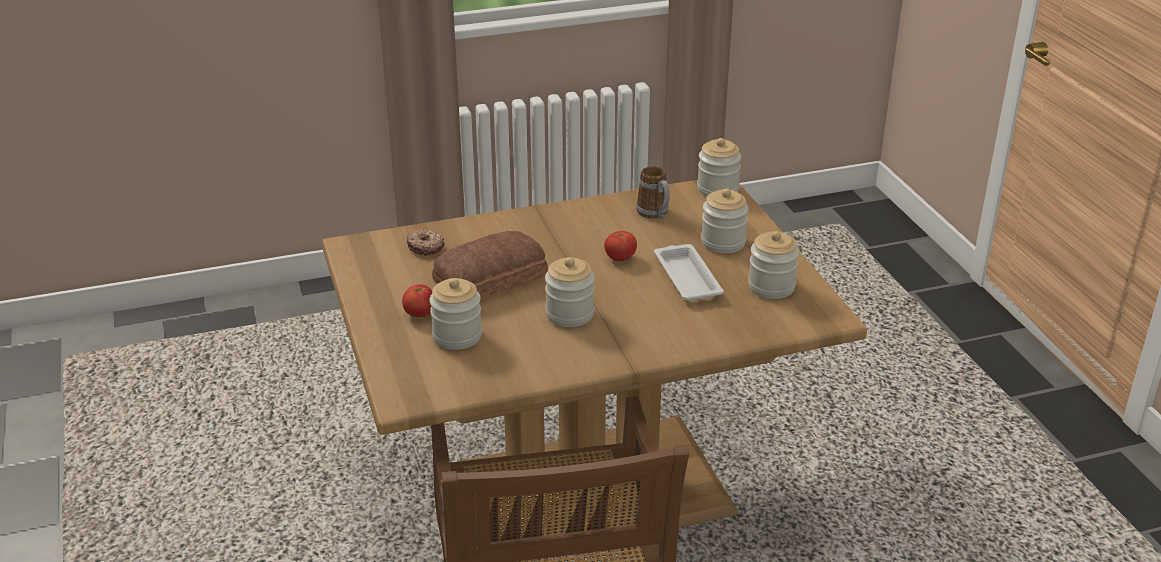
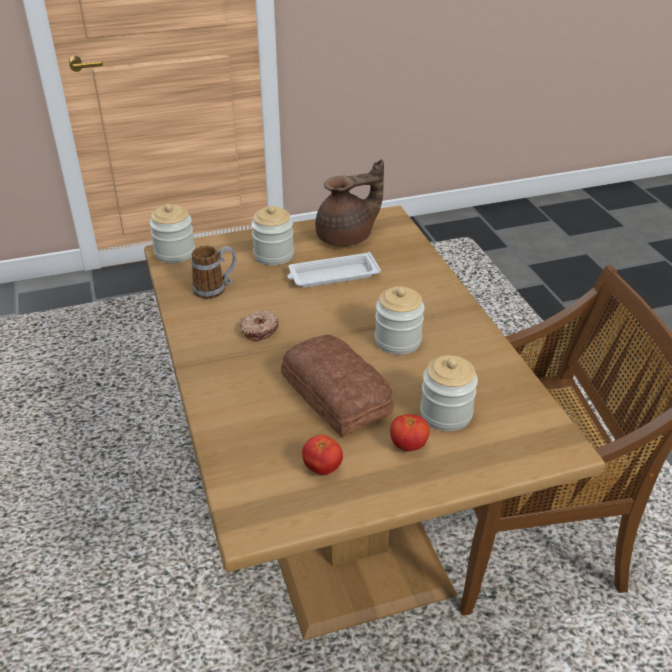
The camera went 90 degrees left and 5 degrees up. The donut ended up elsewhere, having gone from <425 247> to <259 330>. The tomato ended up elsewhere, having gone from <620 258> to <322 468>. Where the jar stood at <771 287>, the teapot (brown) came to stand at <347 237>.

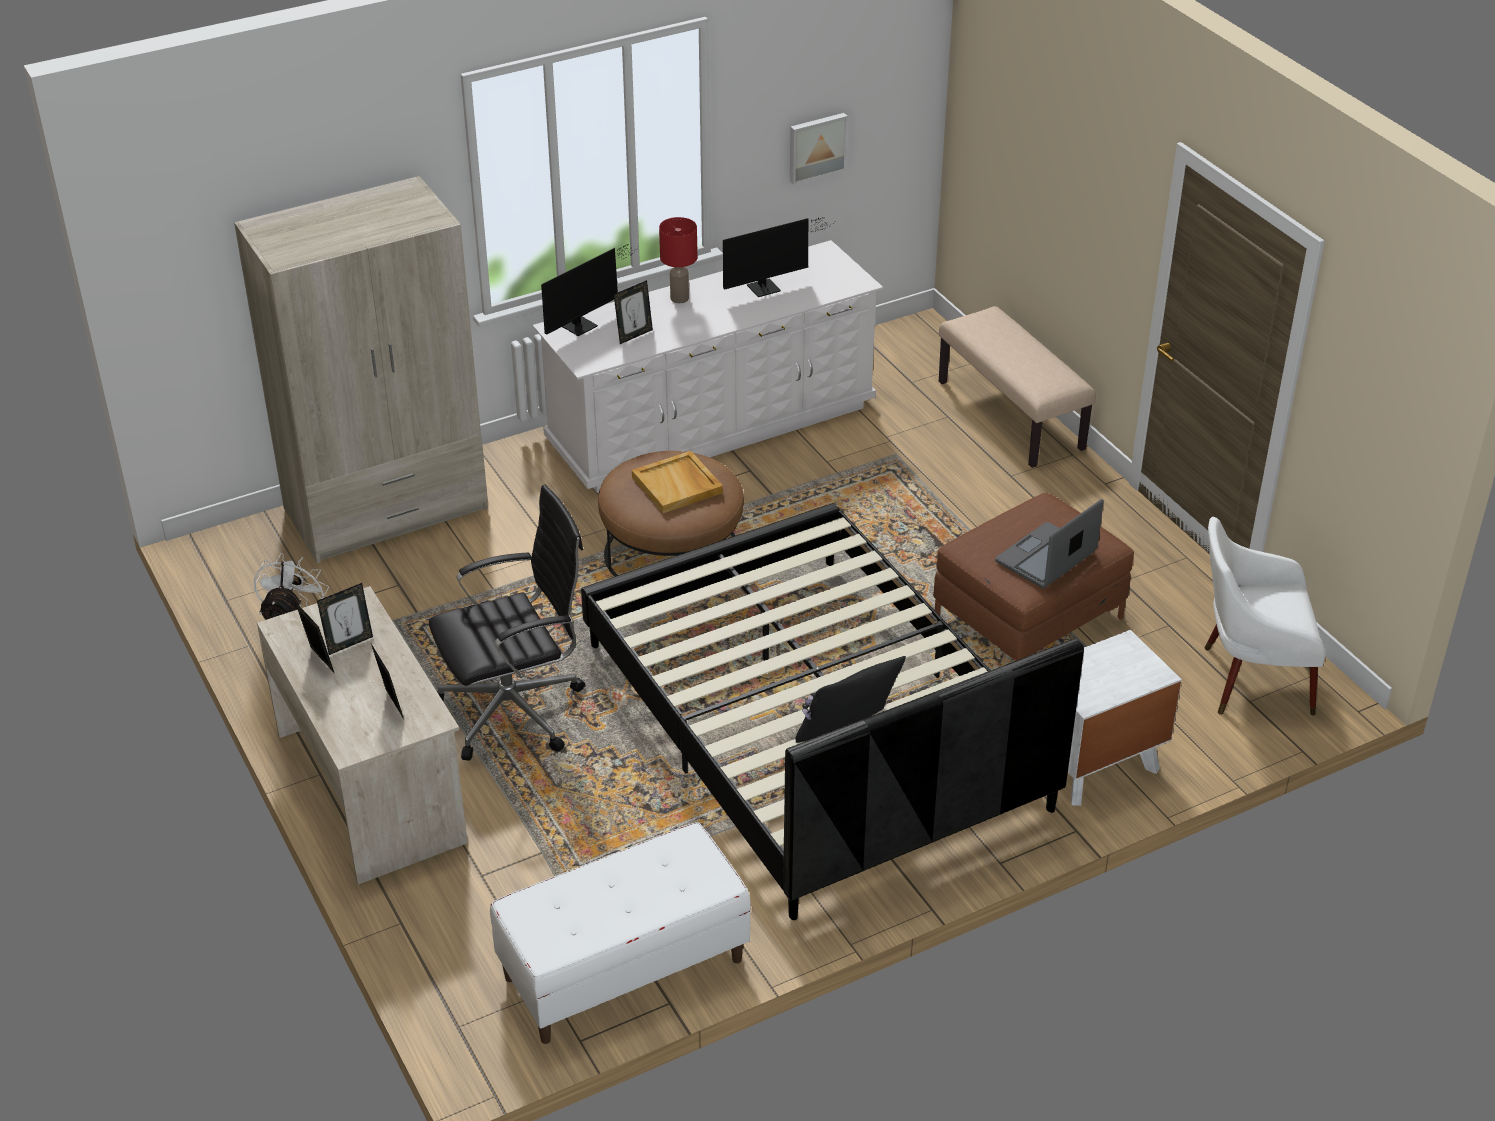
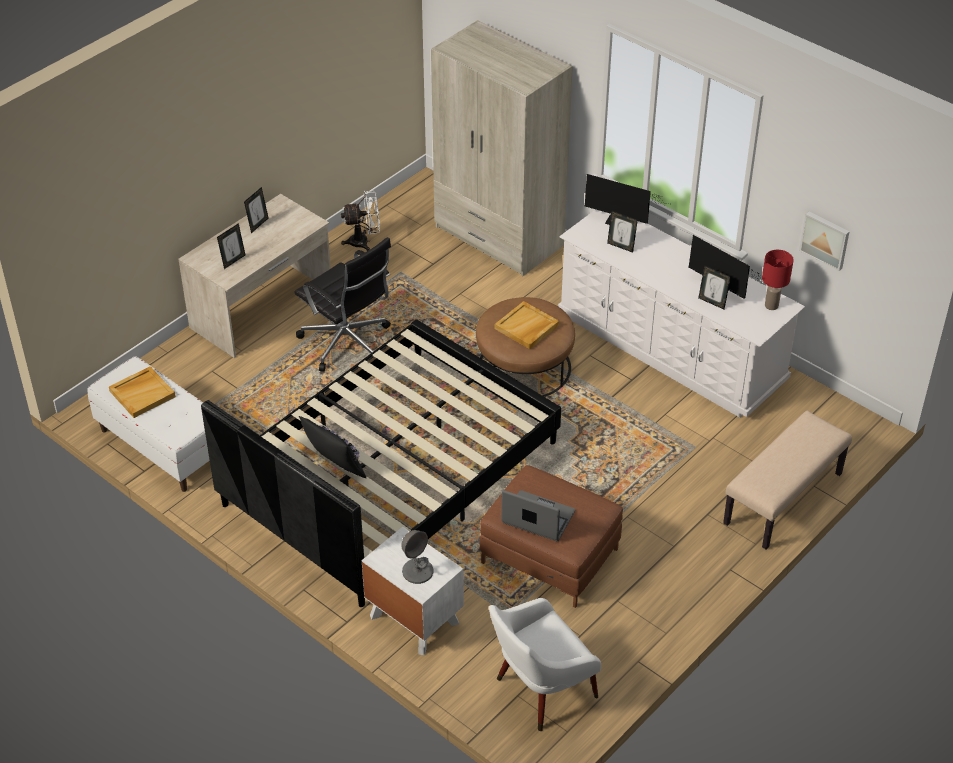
The camera went 70 degrees right and 5 degrees up. The second view gained the tray (beige) at <142 393>. The second view gained the table lamp (grey) at <417 571>. The picture frame ended up elsewhere, having gone from <349 643> to <712 302>. The table lamp (red) ended up elsewhere, having gone from <680 298> to <771 306>. The armchair (white) at <1248 680> ended up facing another way, 105 degrees counterclockwise from before.

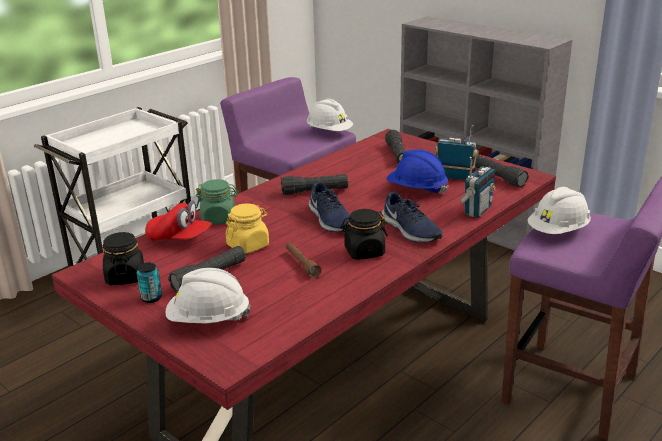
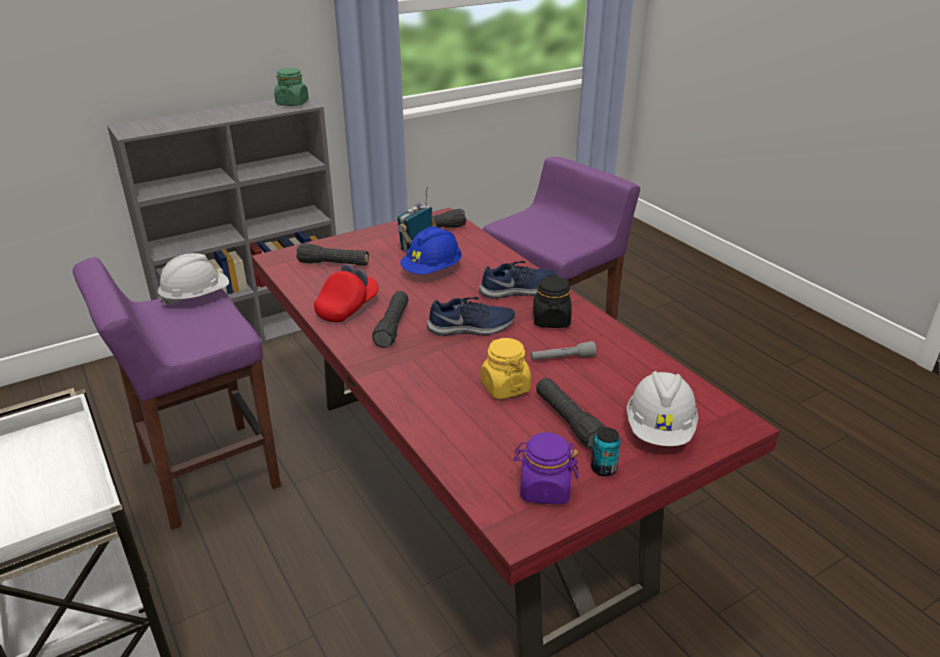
The camera went 75 degrees left and 5 degrees up. The second view lost the radio at <477 211>. The second view lost the hard hat (white) at <558 231>. The cap (red) ended up elsewhere, having gone from <179 238> to <347 308>. The jar (green) ended up elsewhere, having gone from <219 219> to <292 103>. What was the jar (black) at <125 276> turned into the jar (purple) at <544 489>. What was the flashlight (brown) at <301 264> turned into the flashlight (grey) at <562 358>.

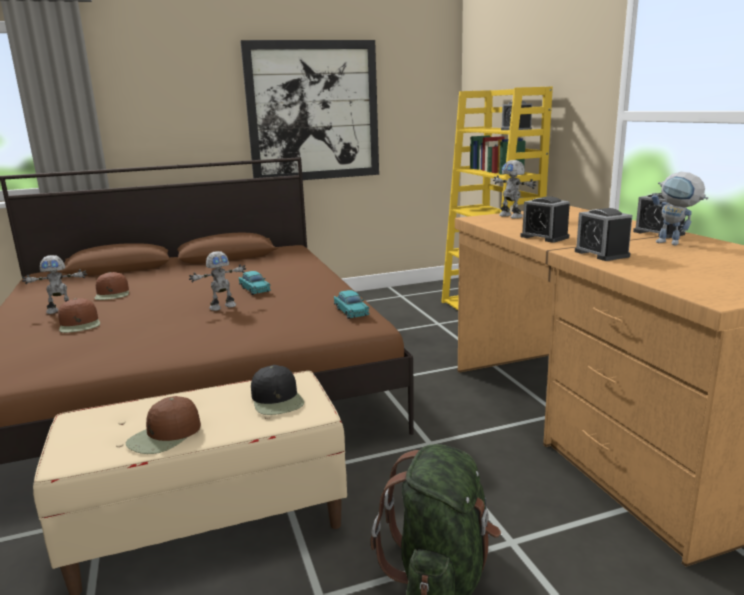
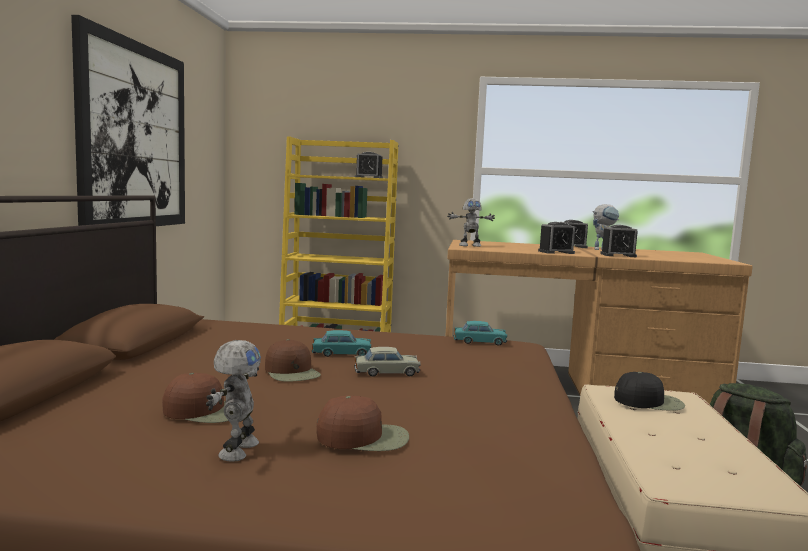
The camera went 65 degrees left and 10 degrees down. The cap (brown) ended up elsewhere, having gone from <165 435> to <292 372>. Where the toy robot stood at <222 307>, the toy car (beige) came to stand at <386 372>.

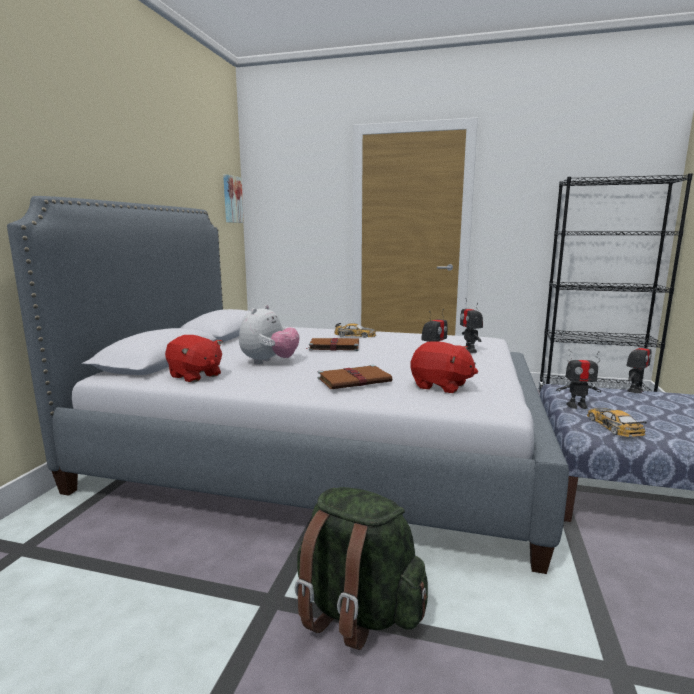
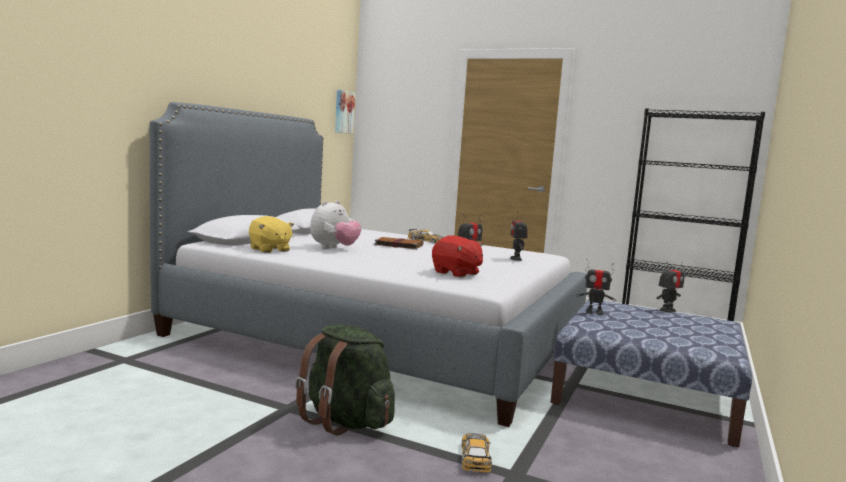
The camera went 10 degrees right and 5 degrees down. The second view lost the book (brown) at <355 380>. The toy car ended up elsewhere, having gone from <613 426> to <475 457>. What was the plush toy (red) at <195 376> turned into the plush toy (yellow) at <269 249>.

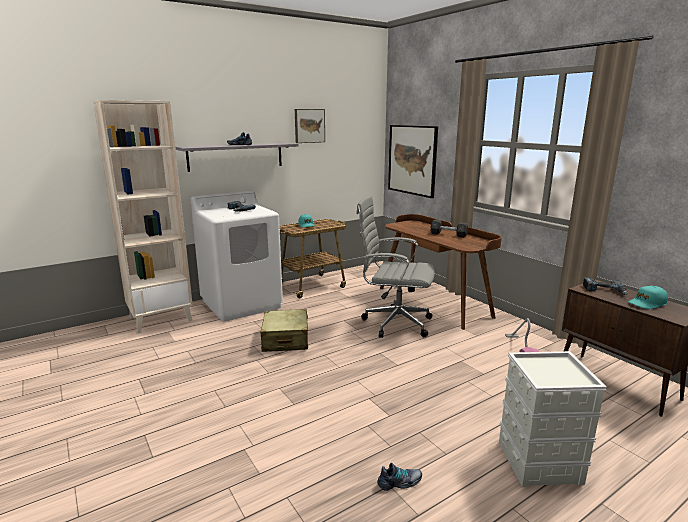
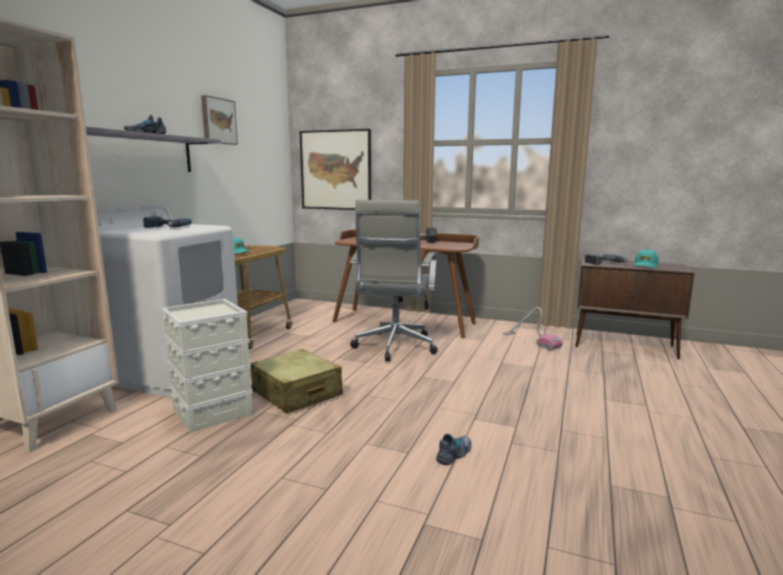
The camera went 35 degrees left and 5 degrees down. The shoe ended up elsewhere, having gone from <400 482> to <454 454>. The storage box (grey) ended up elsewhere, having gone from <539 461> to <213 411>. The office chair (grey) at <394 323> ended up facing another way, 60 degrees counterclockwise from before.

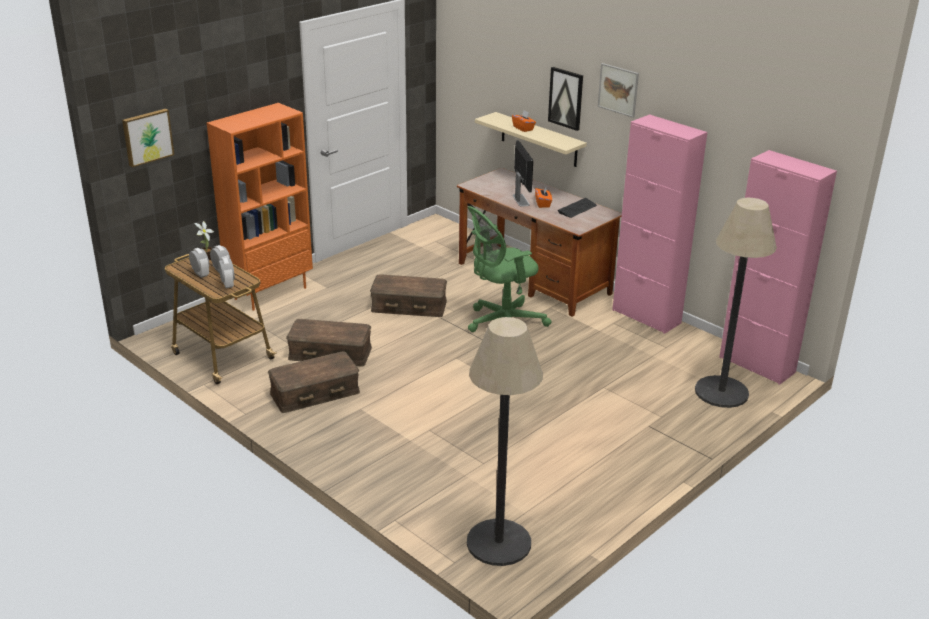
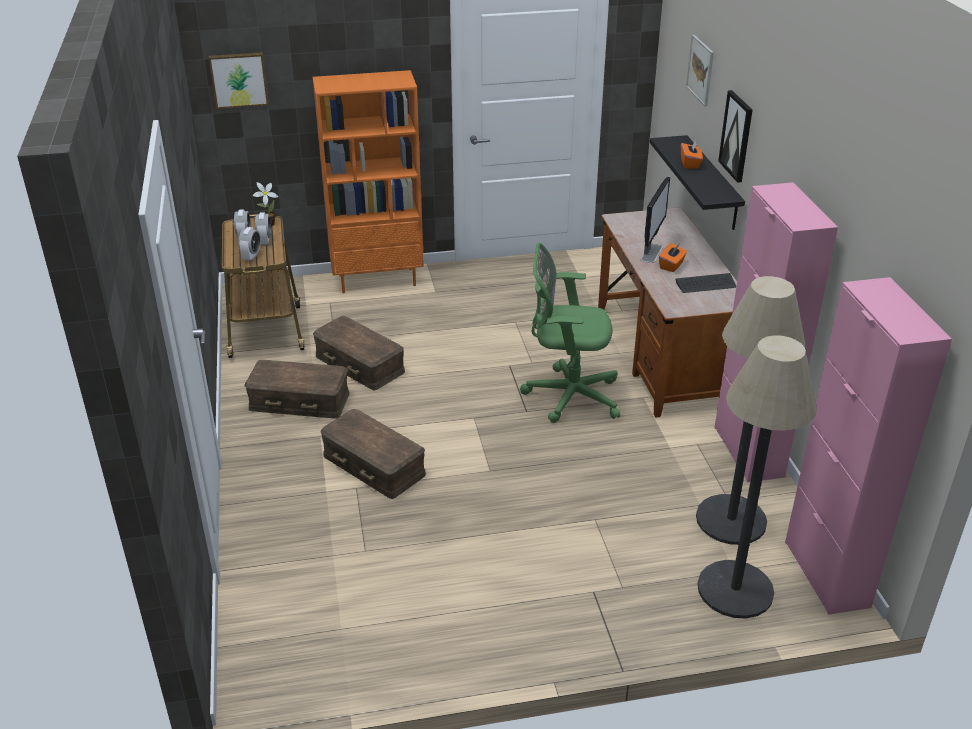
The camera went 35 degrees right and 5 degrees up. The storage box (brown) ended up elsewhere, having gone from <408 306> to <373 465>. The floor lamp ended up elsewhere, having gone from <498 543> to <730 520>. The picture ended up elsewhere, having gone from <618 90> to <700 70>. What was the shelf (beige) at <539 140> turned into the shelf (black) at <712 183>.

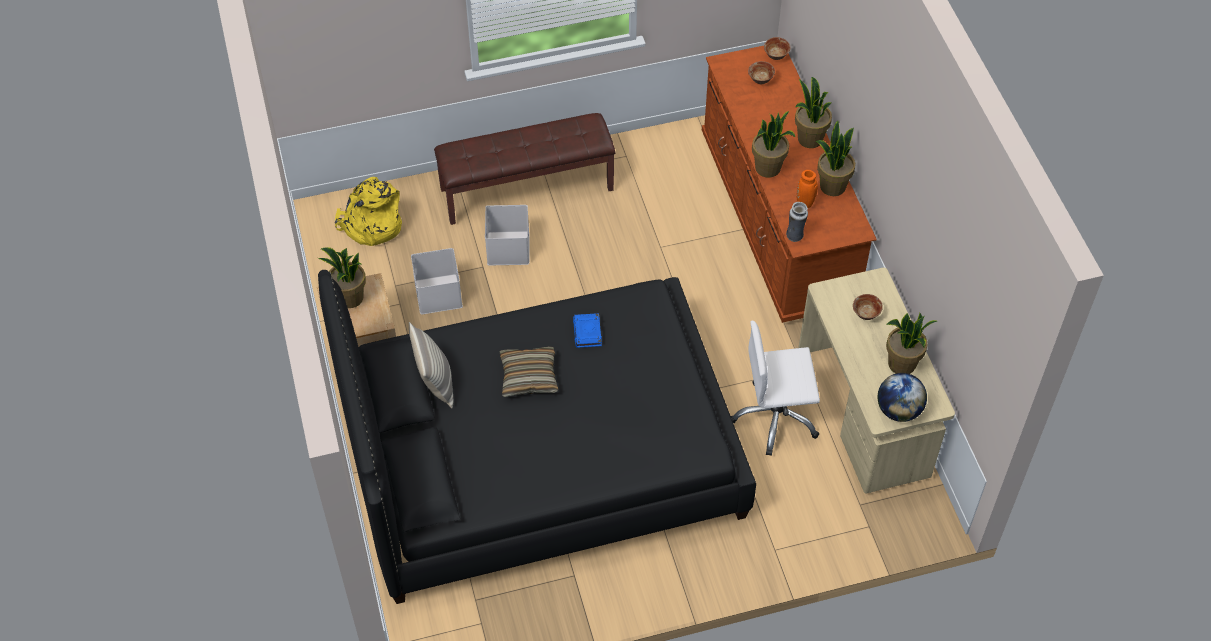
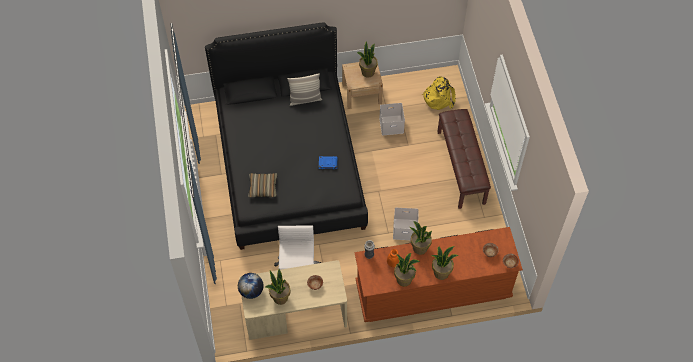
The camera went 95 degrees right and 5 degrees up. The storage box (white) ended up elsewhere, having gone from <507 247> to <405 229>. The pillow ended up elsewhere, having gone from <529 376> to <263 187>.

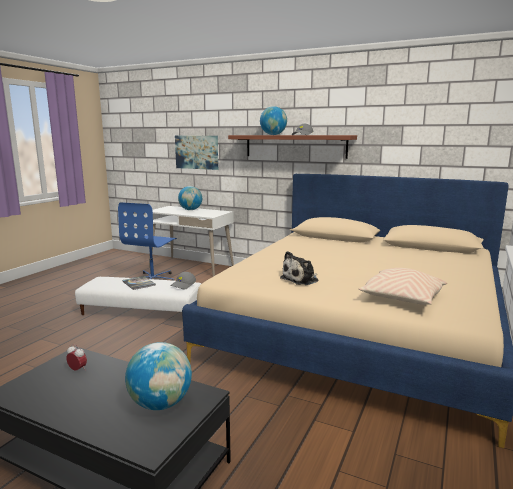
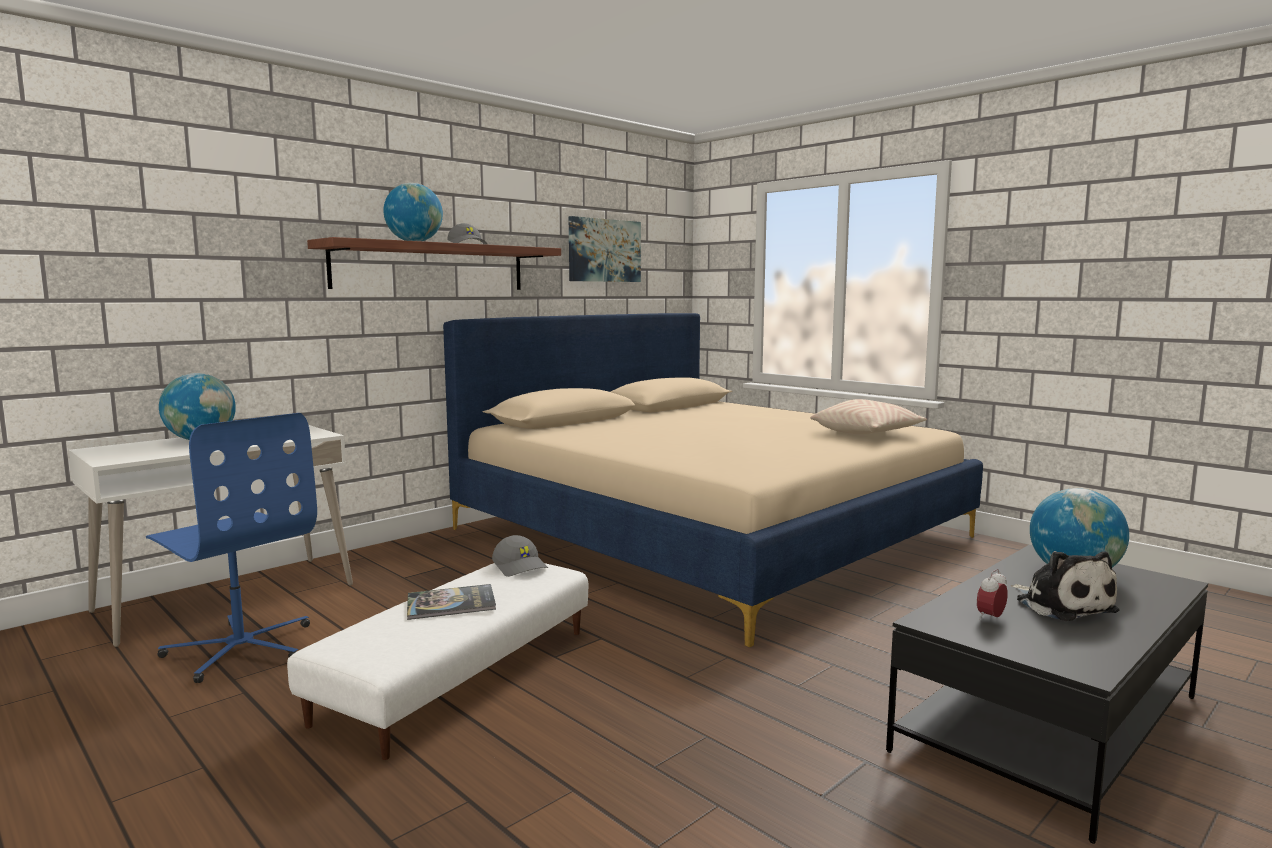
The camera went 70 degrees left and 5 degrees down. The picture ended up elsewhere, having gone from <197 152> to <604 250>. The plush toy ended up elsewhere, having gone from <301 279> to <1062 605>.

